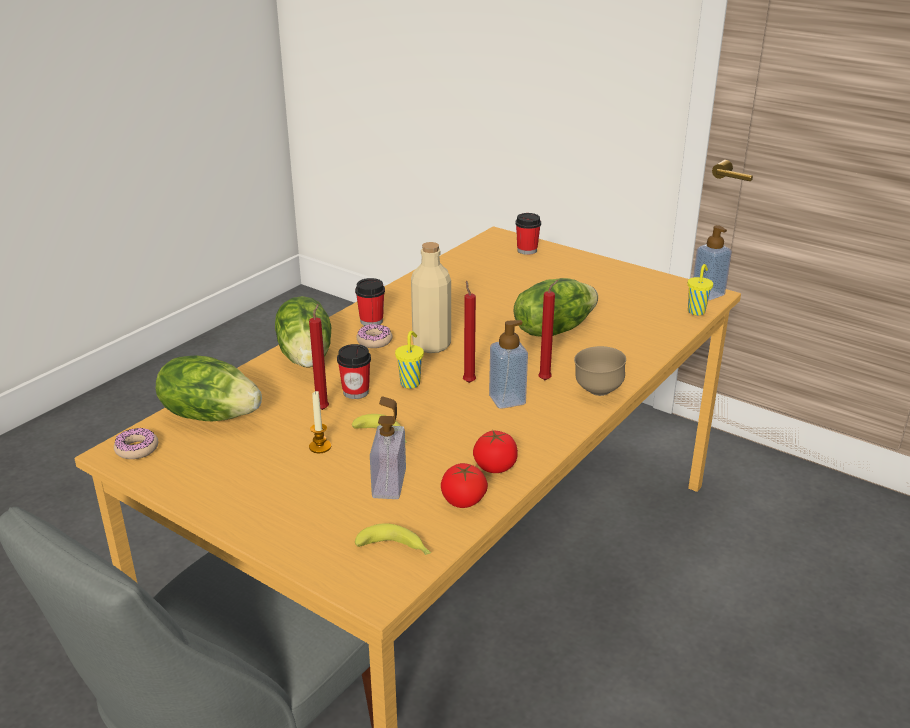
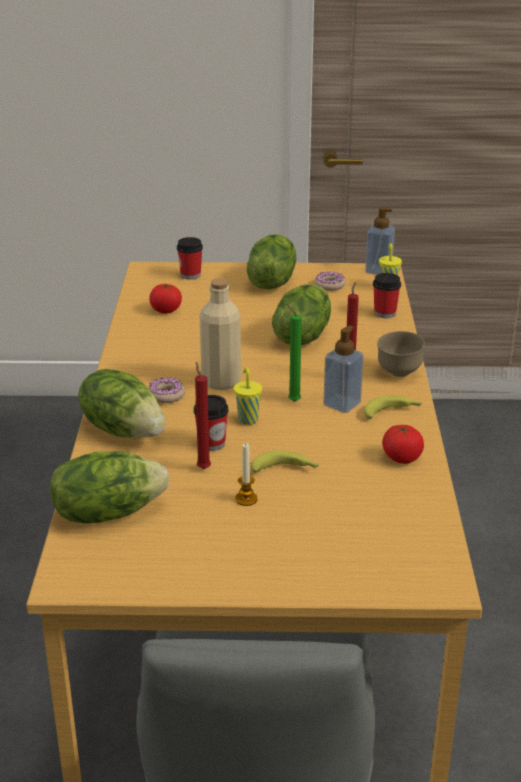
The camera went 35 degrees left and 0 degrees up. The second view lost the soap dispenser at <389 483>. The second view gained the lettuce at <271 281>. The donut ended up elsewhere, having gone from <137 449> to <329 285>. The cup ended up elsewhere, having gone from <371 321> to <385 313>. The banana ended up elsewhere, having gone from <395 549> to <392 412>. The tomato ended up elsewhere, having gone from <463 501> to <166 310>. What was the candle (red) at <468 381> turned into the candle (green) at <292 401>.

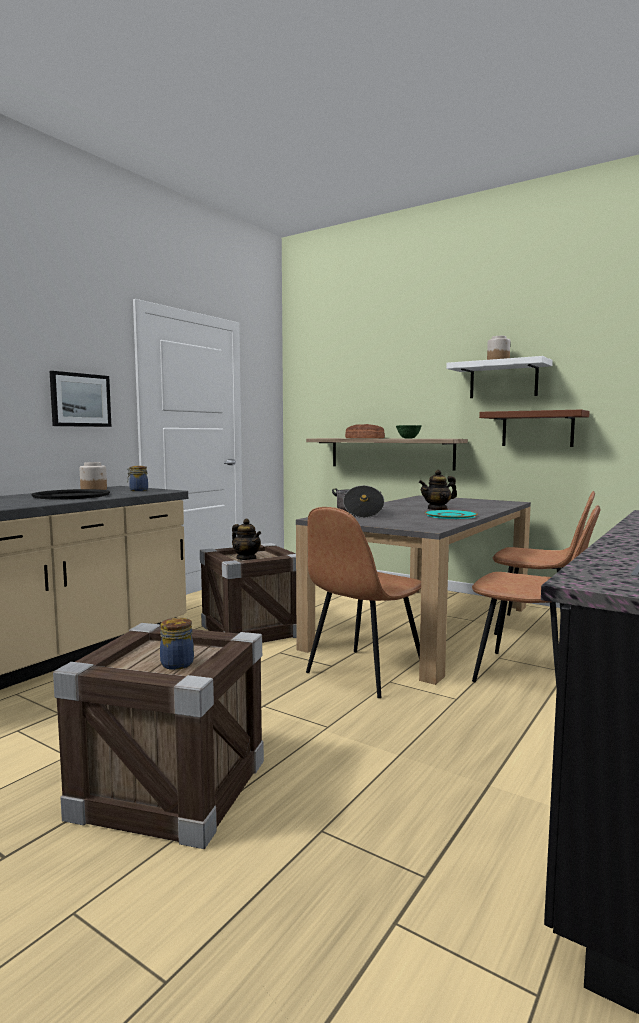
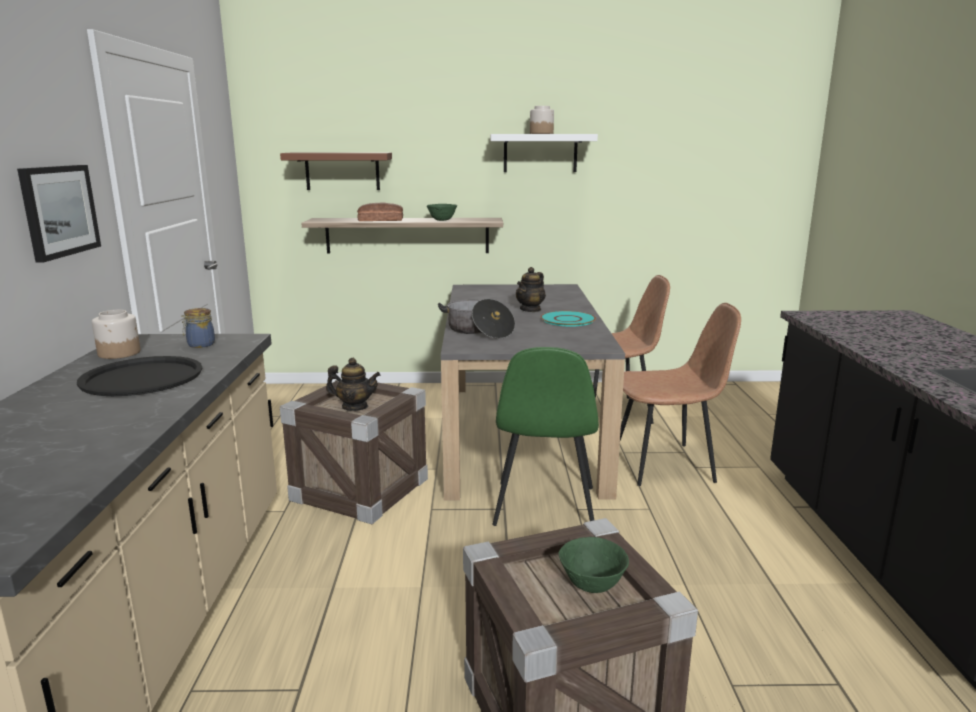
The camera went 35 degrees left and 10 degrees up. The shelf (brown) ended up elsewhere, having gone from <537 429> to <342 171>. Where the jar stood at <176 664>, the bowl (green) came to stand at <592 586>. What was the chair (brown) at <363 673> turned into the chair (green) at <544 508>.

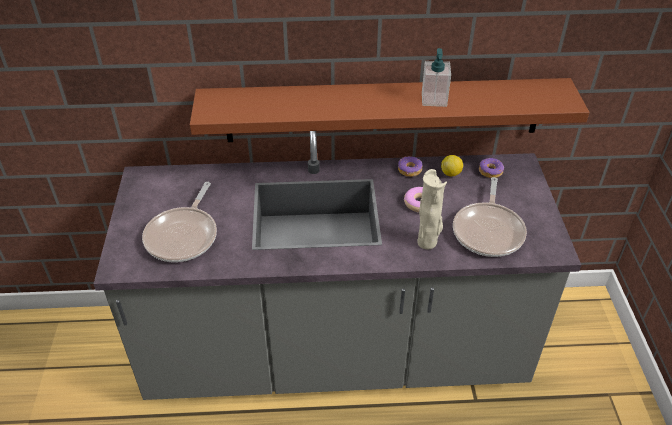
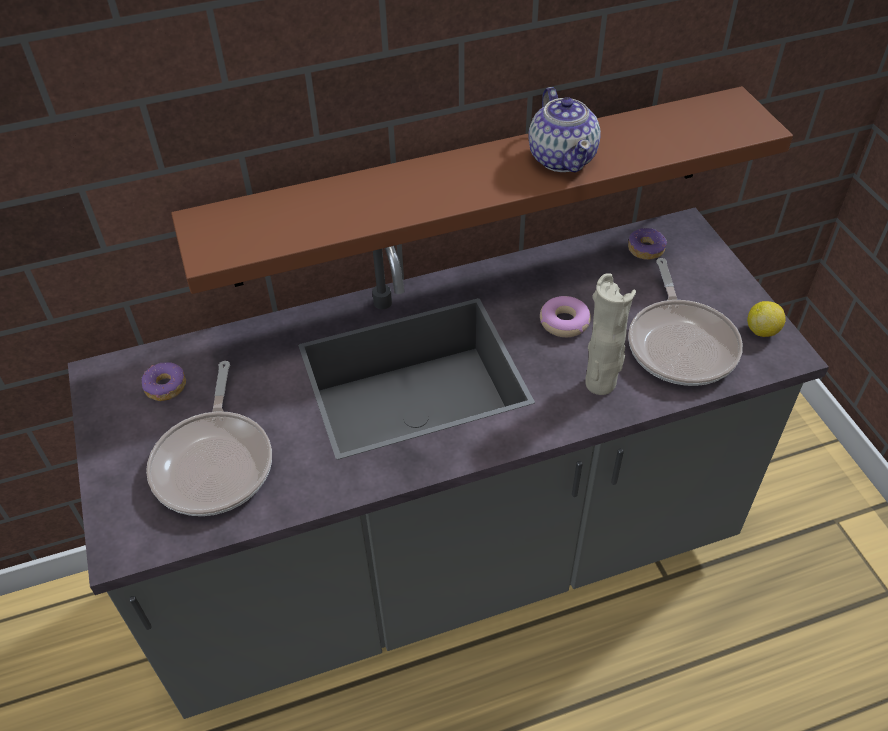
The camera went 15 degrees left and 5 degrees up. The donut ended up elsewhere, having gone from <409 170> to <165 387>. The lemon ended up elsewhere, having gone from <451 173> to <762 330>. Where the soap dispenser stood at <434 99>, the teapot came to stand at <562 158>.

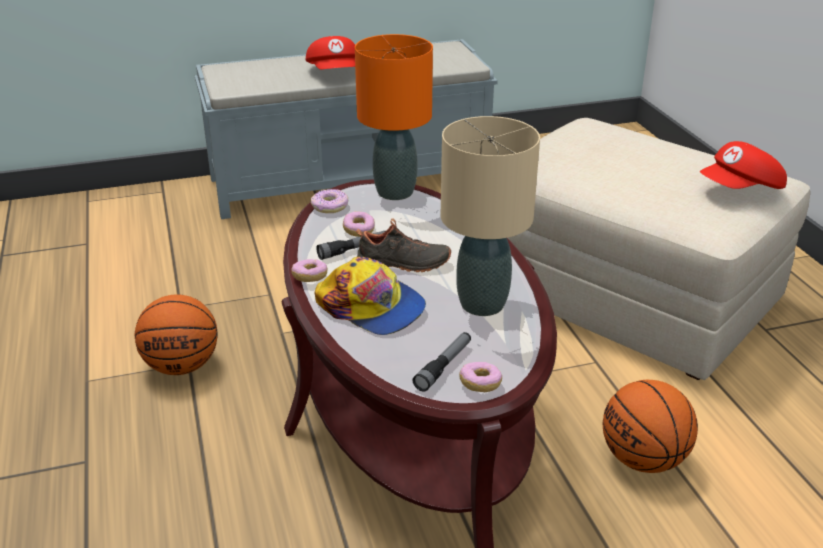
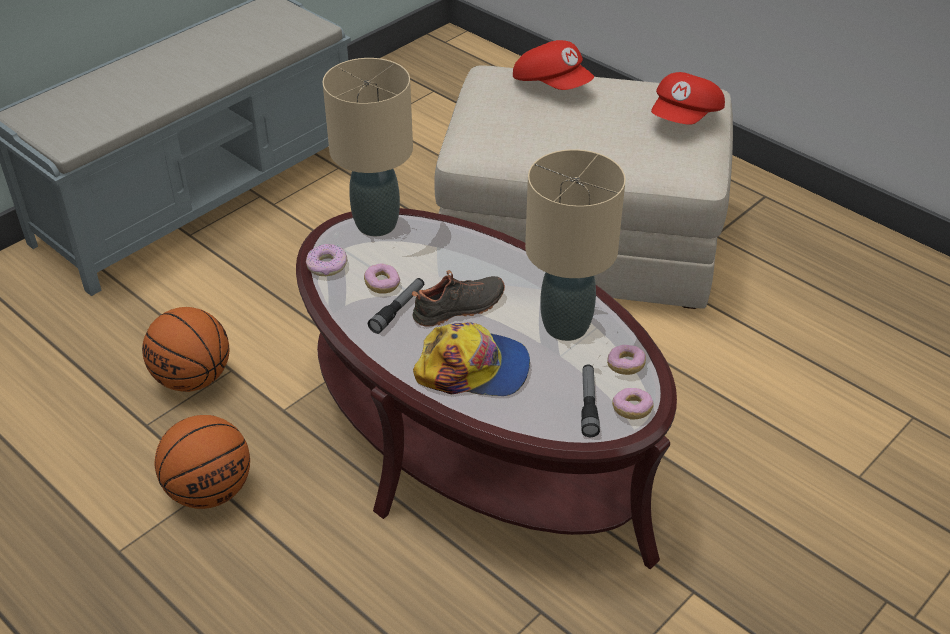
The camera went 30 degrees left and 10 degrees up. The donut ended up elsewhere, having gone from <310 277> to <625 366>. The cap (red) ended up elsewhere, having gone from <334 73> to <552 85>. The basketball ended up elsewhere, having gone from <643 459> to <193 378>. What was the table lamp (orange) at <395 192> turned into the table lamp (beige) at <376 224>.

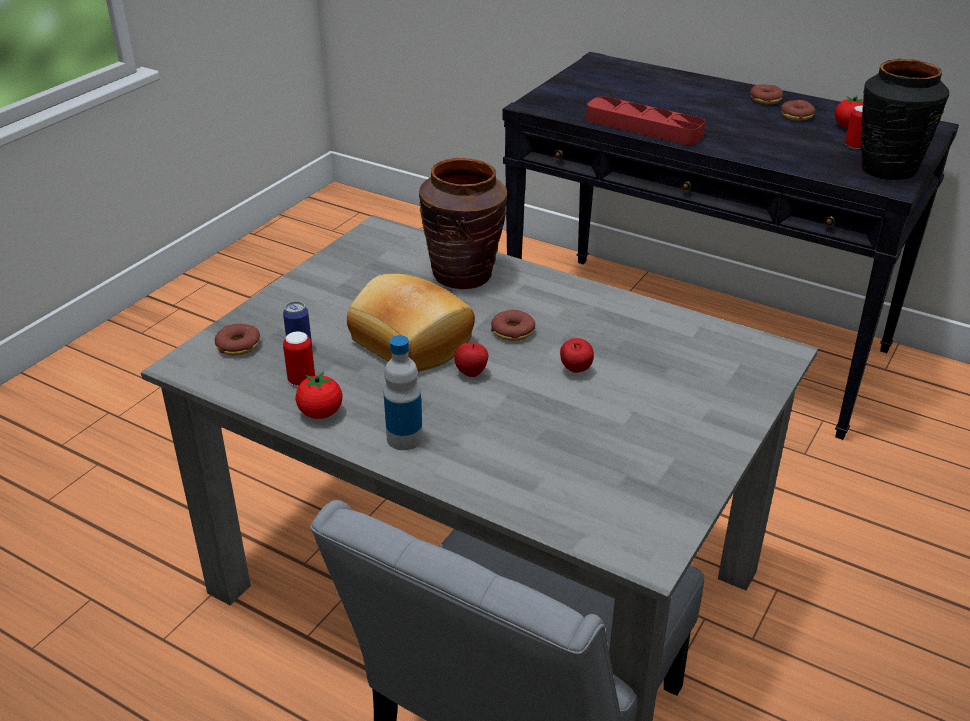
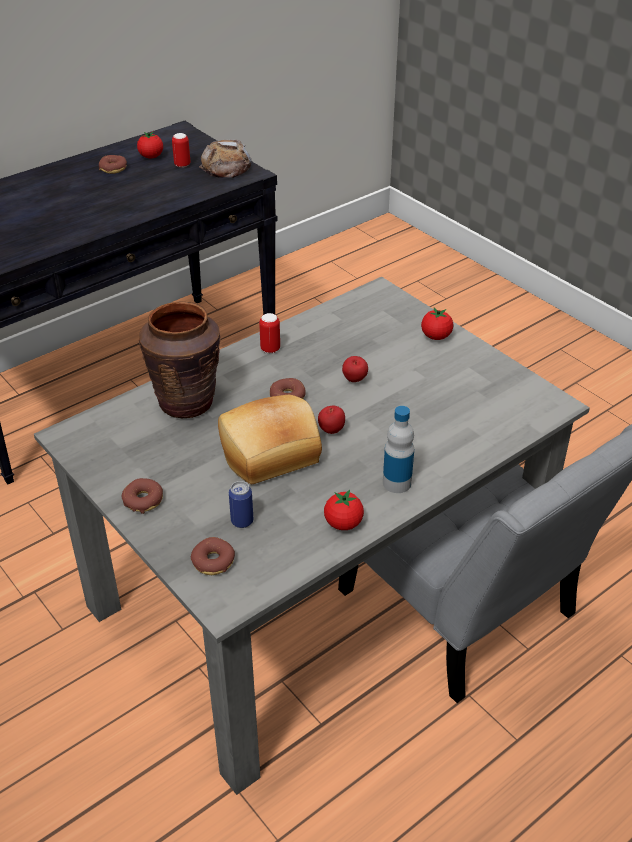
The camera went 70 degrees left and 5 degrees up. The second view lost the tray (red) at <644 127>. The second view gained the tomato at <436 336>. The can ended up elsewhere, having gone from <301 380> to <270 349>. The donut ended up elsewhere, having gone from <765 99> to <143 500>. Where the vase (black) stood at <887 169>, the bread came to stand at <226 166>.

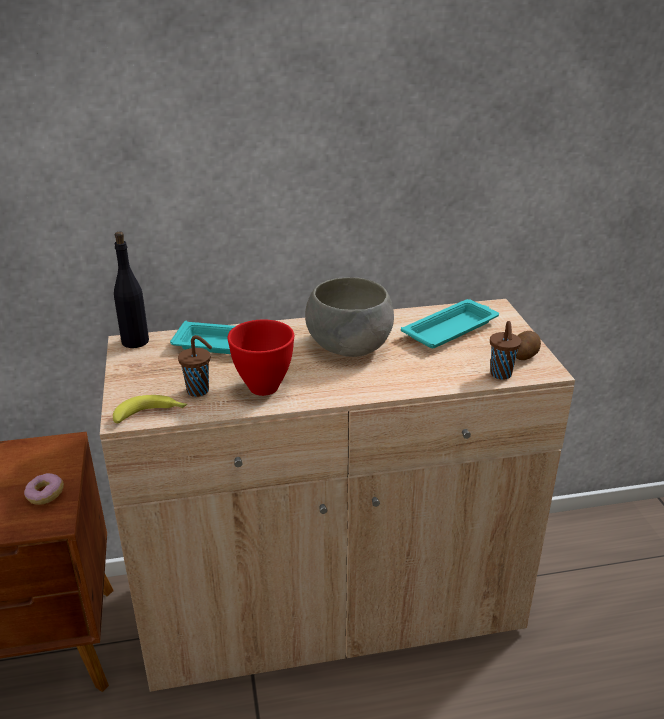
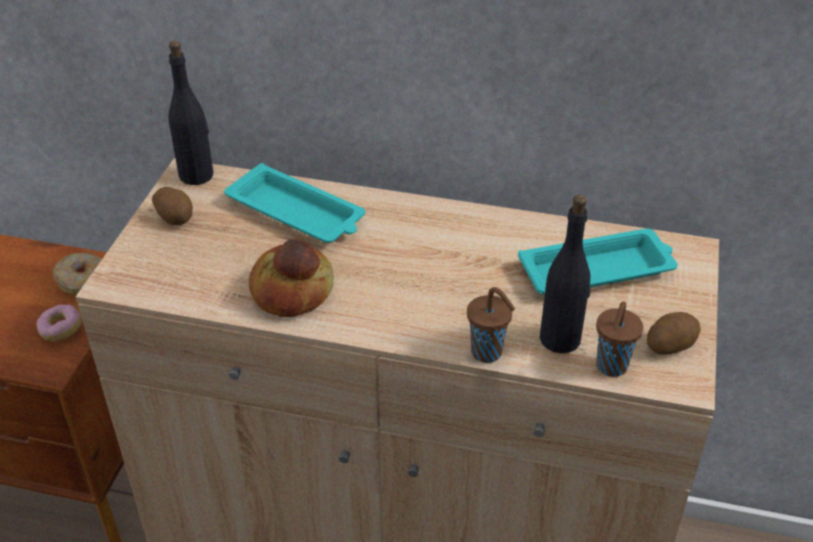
The camera went 25 degrees right and 10 degrees up. The second view lost the banana at <151 415>. The second view lost the bowl (grey) at <348 345>. The second view gained the donut at <83 281>. The second view gained the potato at <176 217>. The second view gained the bottle (black) at <560 339>. The cup (brown) ended up elsewhere, having gone from <199 391> to <488 353>. Where the bowl (red) stood at <263 388>, the bread came to stand at <291 290>.

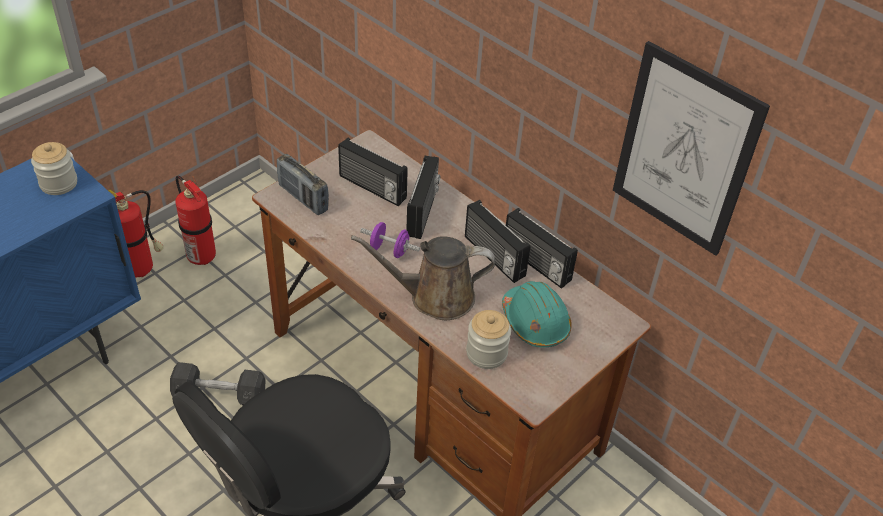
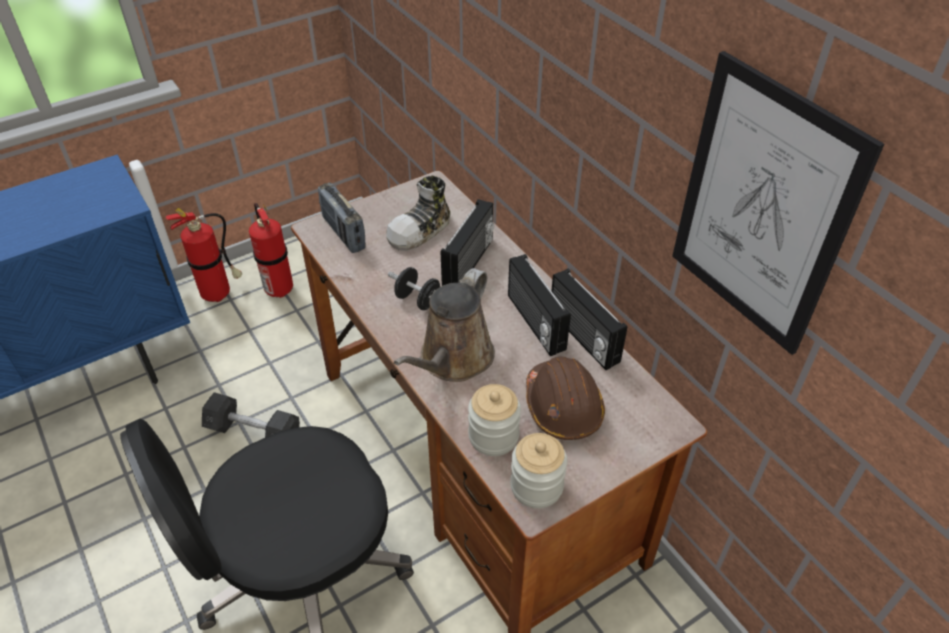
The camera went 15 degrees right and 0 degrees up. The jar ended up elsewhere, having gone from <59 183> to <536 486>. Where the radio stood at <371 188>, the shoe came to stand at <420 231>. What was the dumbbell (purple) at <389 250> turned into the dumbbell (black) at <418 300>. What was the hard hat (turquoise) at <535 322> turned into the hard hat (brown) at <562 406>. The watering can (brown) at <435 297> ended up facing another way, 75 degrees counterclockwise from before.

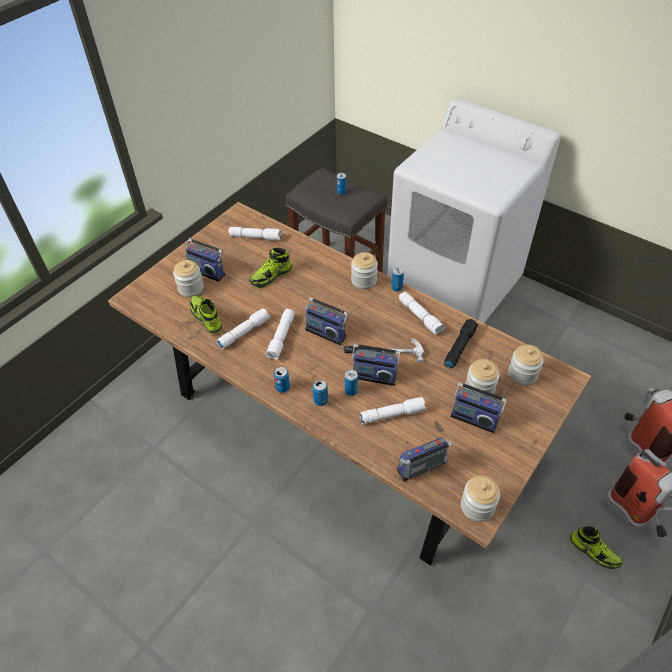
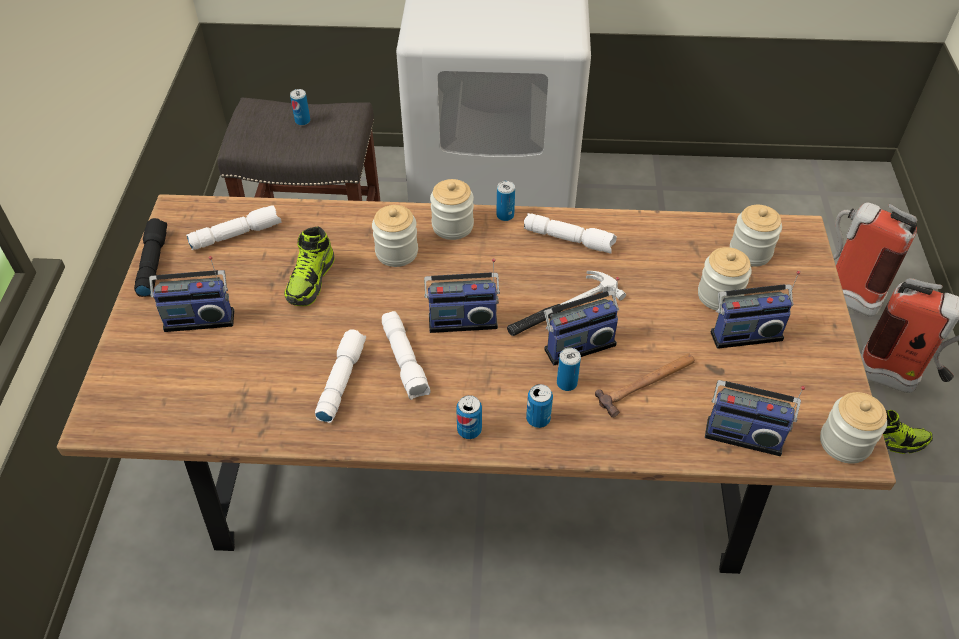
The camera went 35 degrees left and 0 degrees up. The second view lost the shoe at <206 318>. The jar ended up elsewhere, having gone from <191 288> to <396 252>. The flashlight (black) ended up elsewhere, having gone from <459 346> to <152 263>. Where the flashlight (white) stood at <393 414>, the hammer came to stand at <647 384>. The radio at <422 468> ended up facing another way, 105 degrees counterclockwise from before.

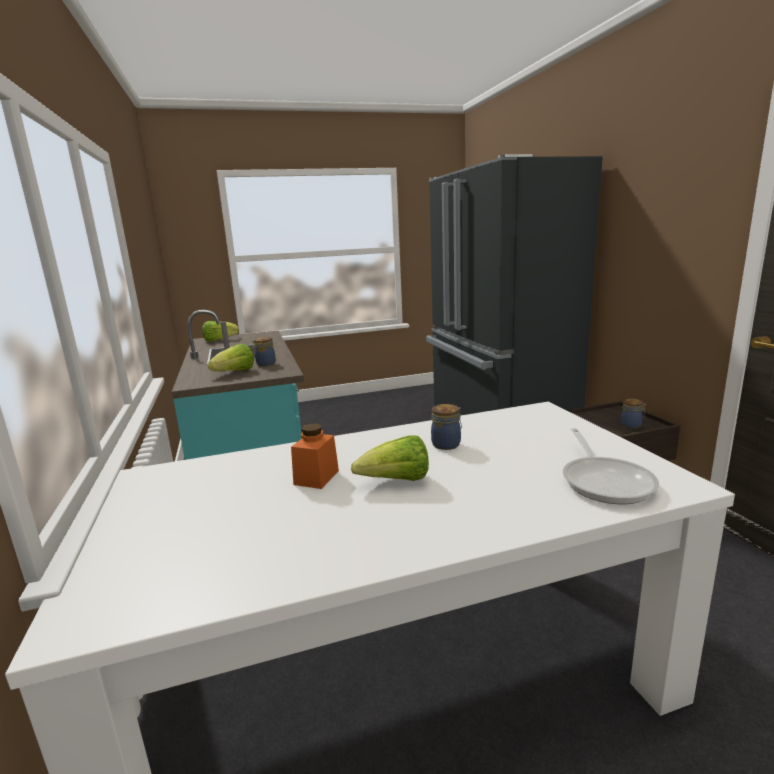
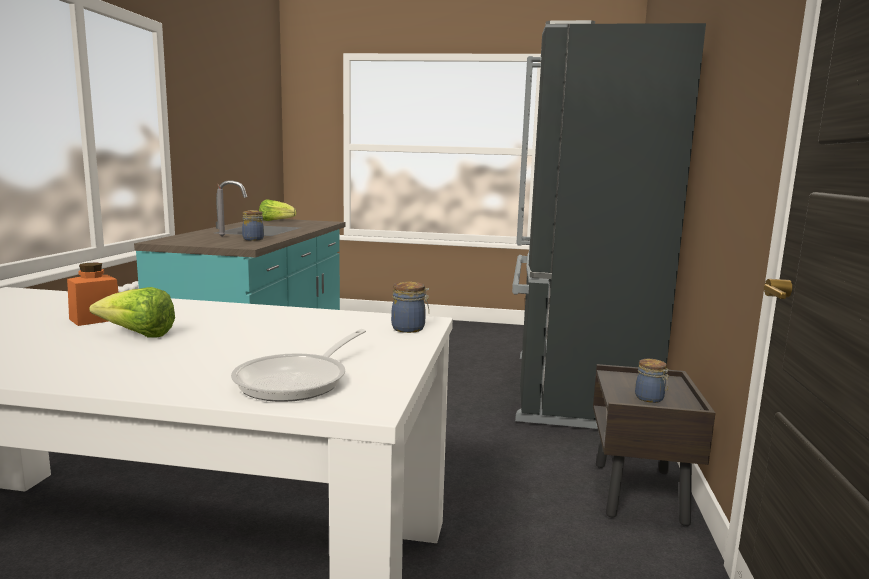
The camera went 25 degrees right and 5 degrees down. The second view lost the lettuce at <235 372>. The jar ended up elsewhere, having gone from <447 444> to <410 329>.

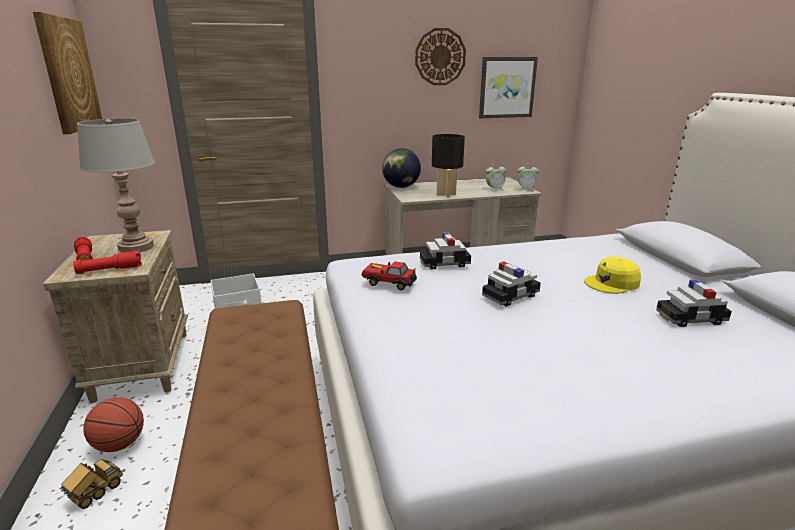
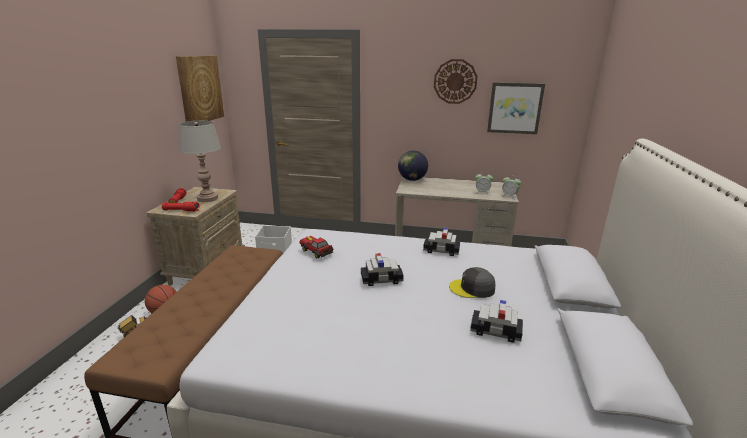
The camera went 25 degrees right and 0 degrees up. The second view lost the table lamp (black) at <446 195>. The toy car ended up elsewhere, having gone from <444 263> to <441 250>. What was the cap (yellow) at <612 283> turned into the cap (grey) at <472 288>.

